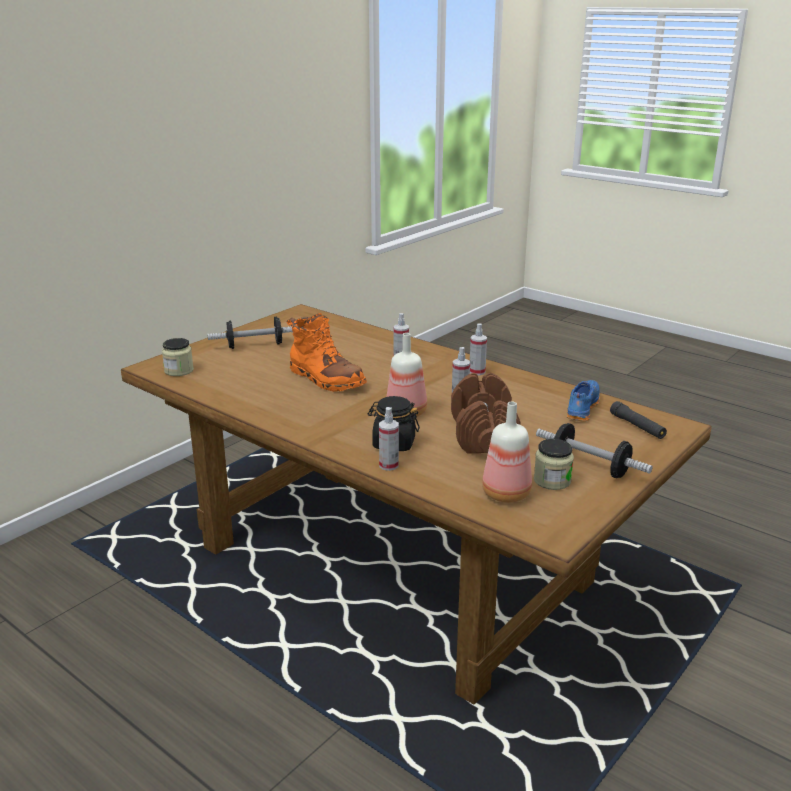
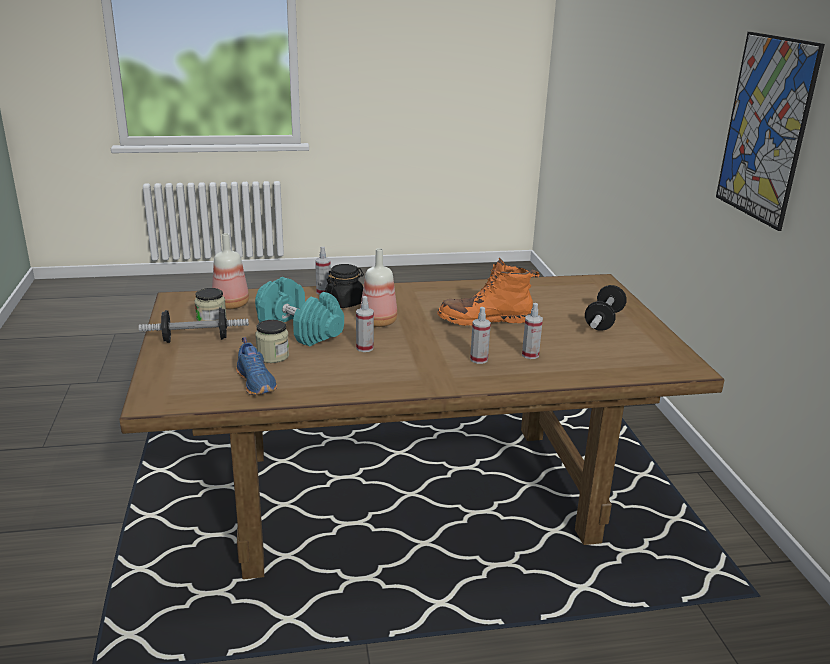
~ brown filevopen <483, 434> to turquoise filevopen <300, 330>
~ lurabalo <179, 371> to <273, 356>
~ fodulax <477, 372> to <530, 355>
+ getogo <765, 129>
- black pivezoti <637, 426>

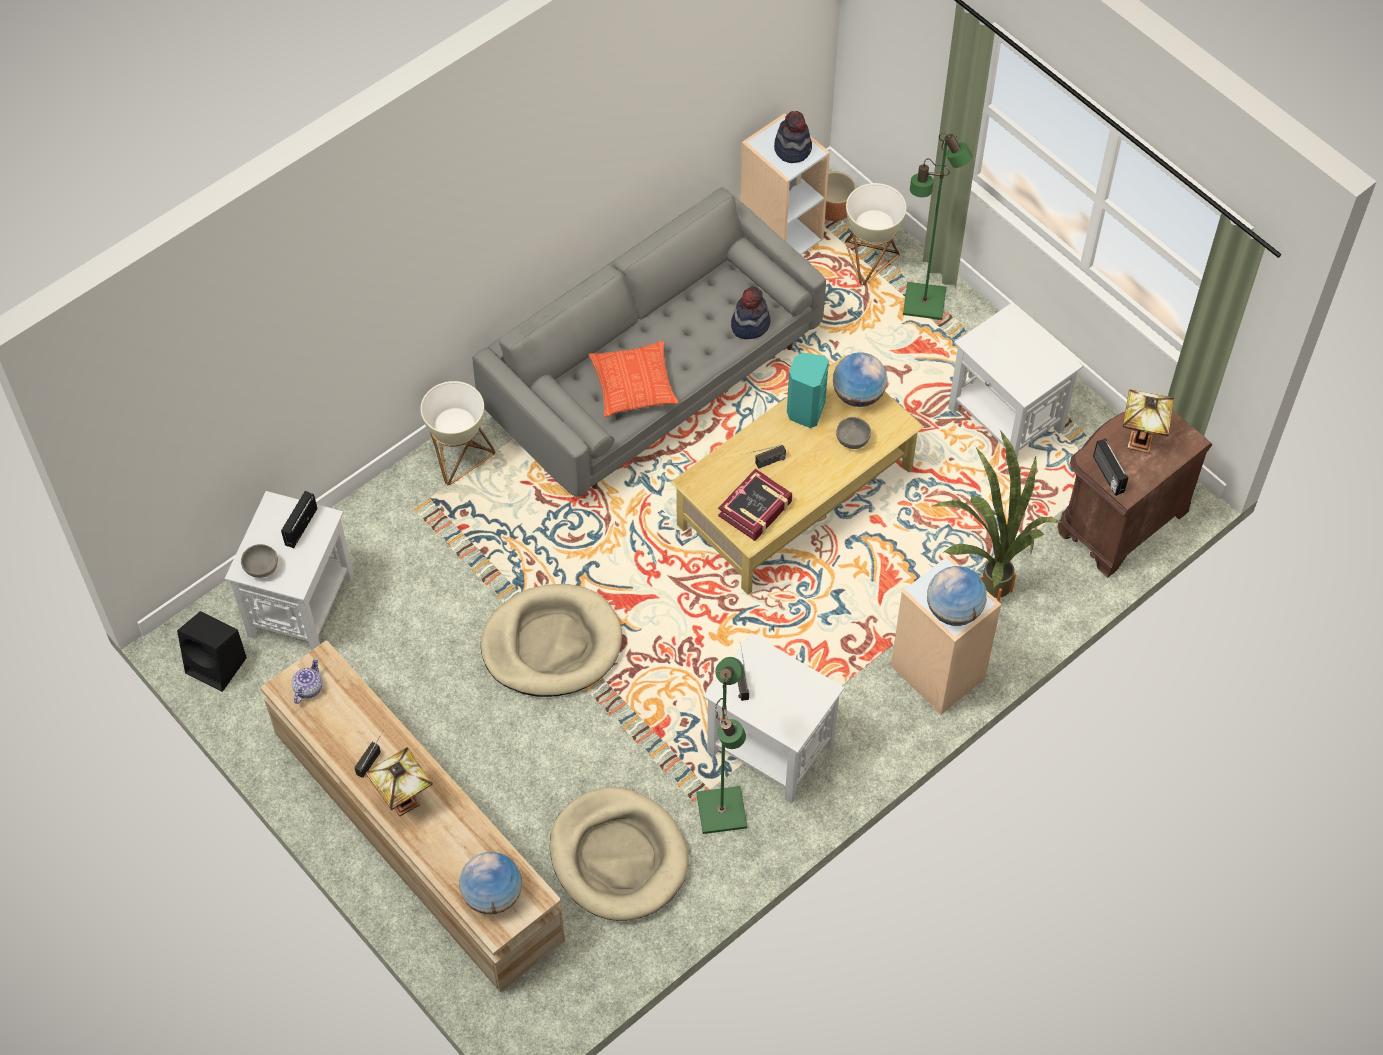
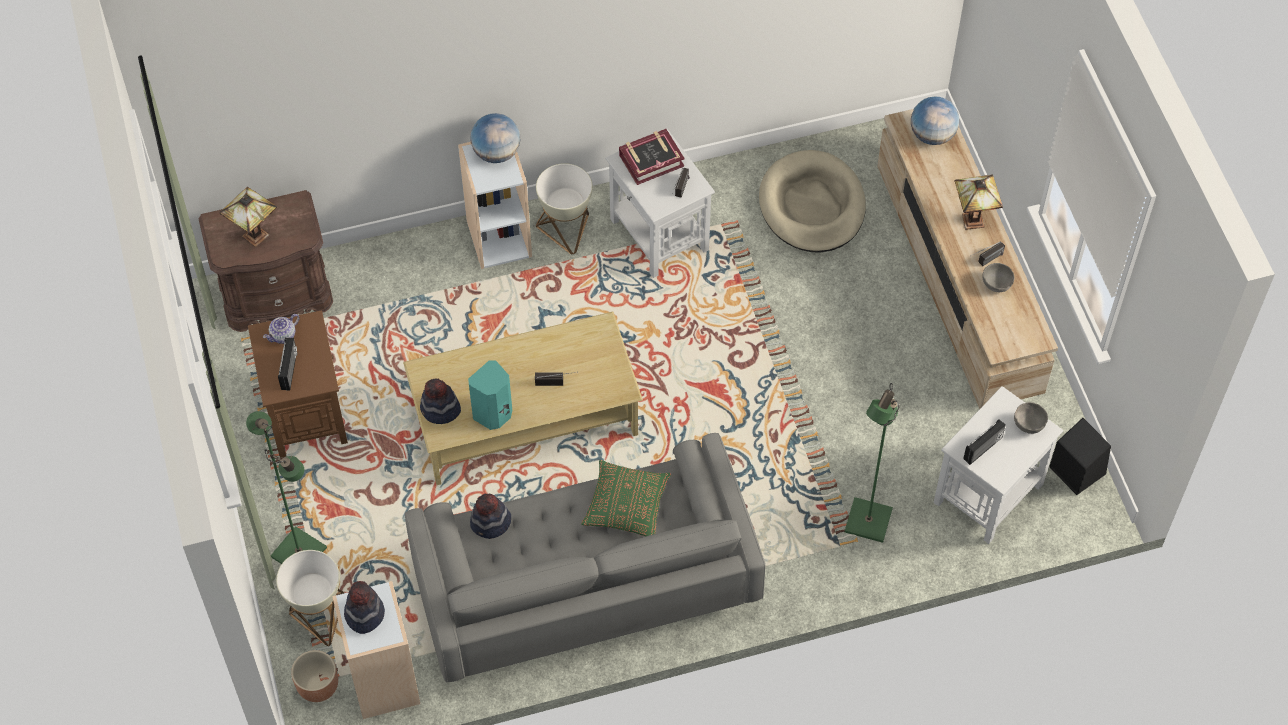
~ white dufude <1006, 420> to brown dufude <306, 412>
~ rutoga <308, 688> to <283, 335>
~ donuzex <1107, 475> to <290, 370>
~ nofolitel <858, 395> to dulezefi <440, 410>
~ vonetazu <460, 457> to <565, 233>
~ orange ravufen <634, 387> to green ravufen <627, 505>
~ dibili <755, 509> to <651, 160>
~ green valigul <721, 811> to <868, 520>
~ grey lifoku <852, 440> to <996, 285>
- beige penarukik <552, 644>
- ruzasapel <988, 584>

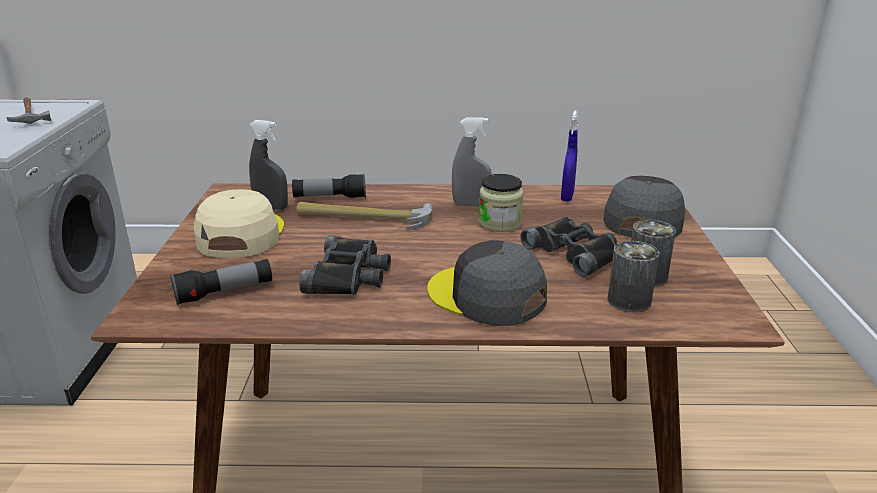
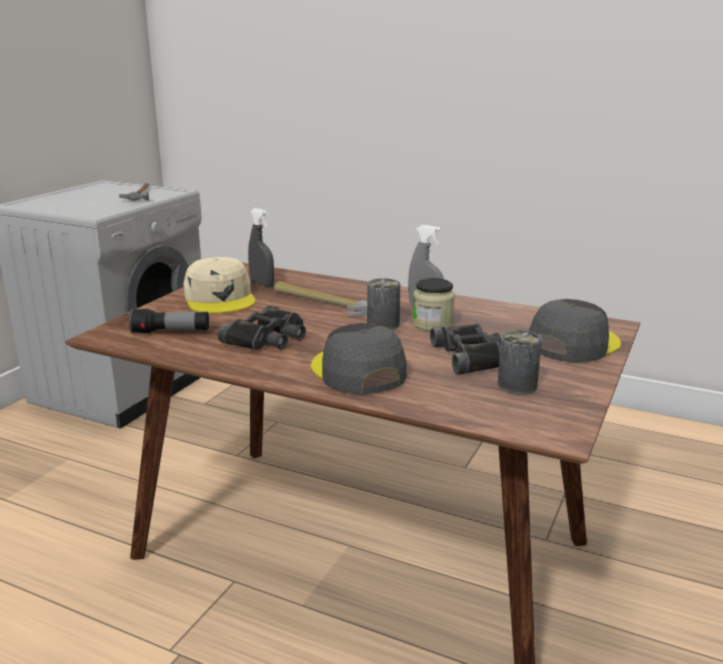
~ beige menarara <240, 235> = <220, 298> 135 degrees clockwise
~ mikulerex <629, 300> to <383, 324>
- pivezoti <330, 197>
- blue fodulax <567, 196>

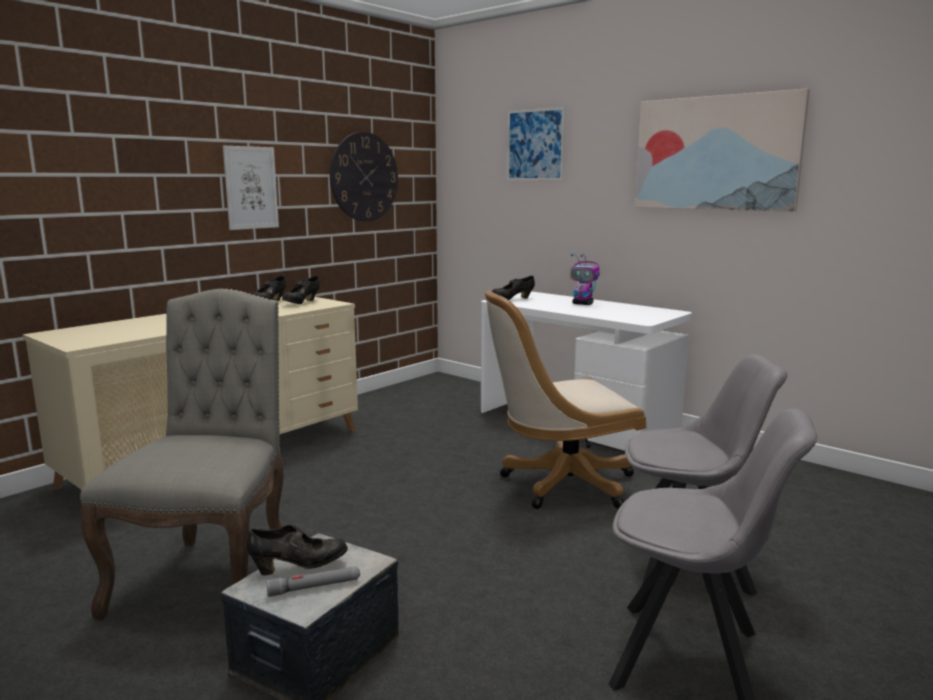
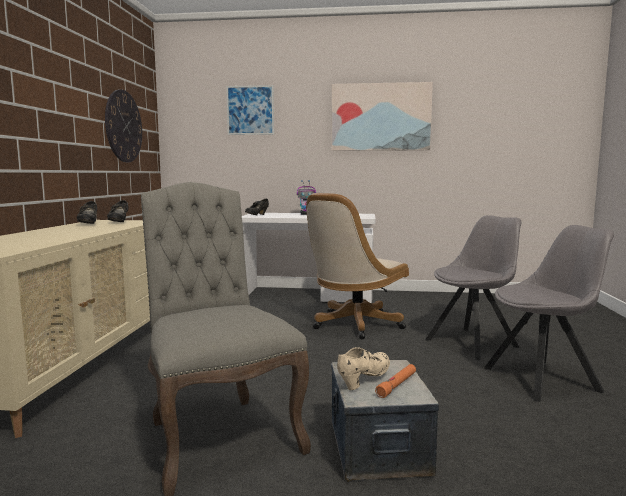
~ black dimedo <299, 567> to beige dimedo <364, 380>
~ grey pivezoti <314, 587> to orange pivezoti <397, 385>
- getogo <251, 188>

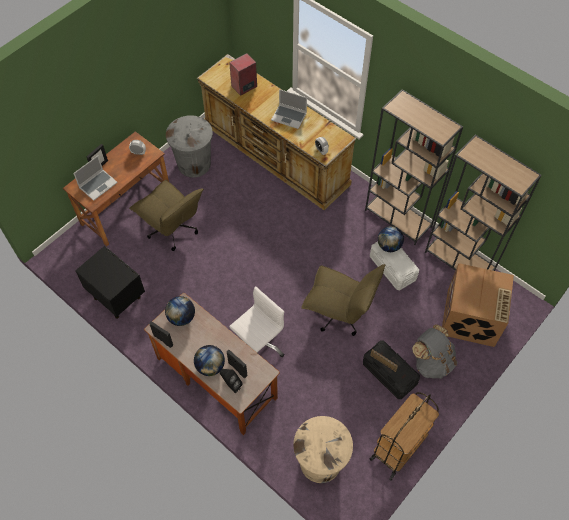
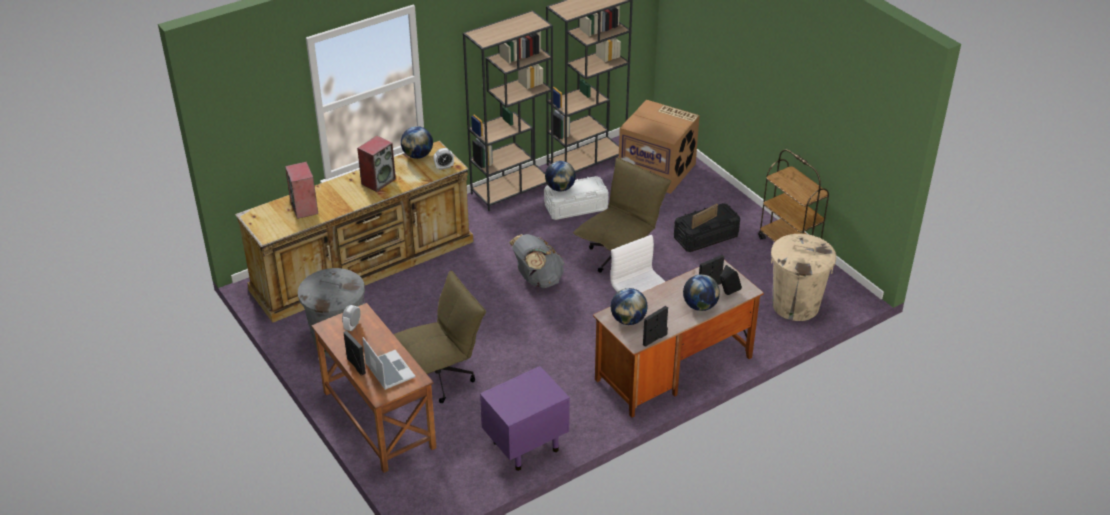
~ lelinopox <289, 117> to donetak <378, 181>
+ nofolitel <418, 155>
~ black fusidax <116, 297> to purple fusidax <525, 446>
~ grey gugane <432, 362> to <537, 279>

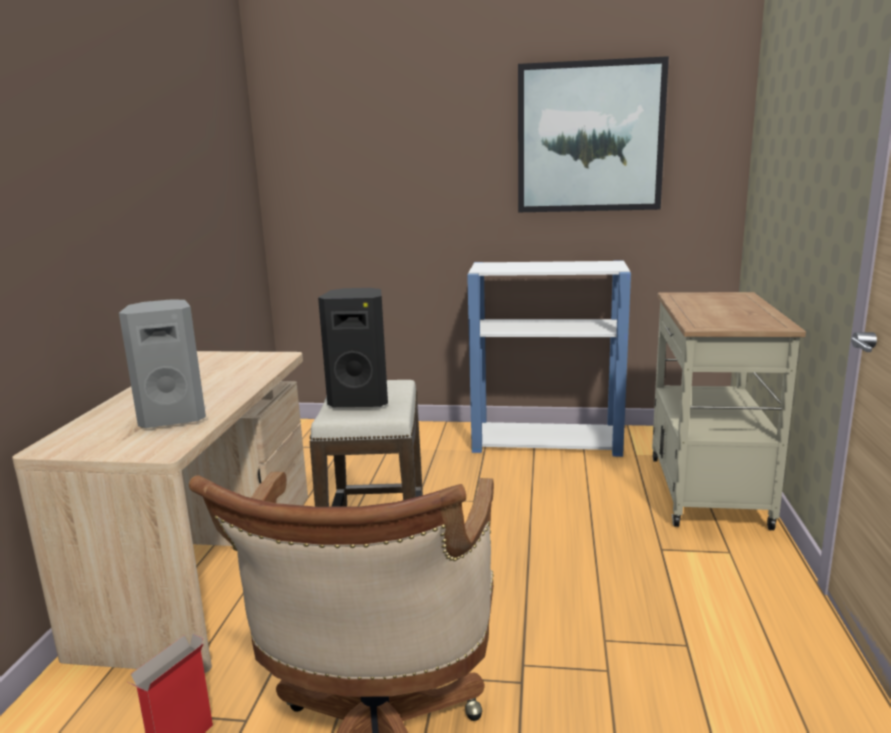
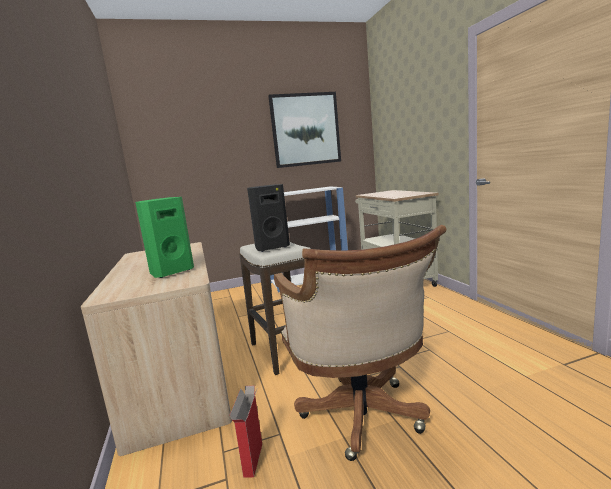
~ grey donetak <173, 418> to green donetak <171, 272>

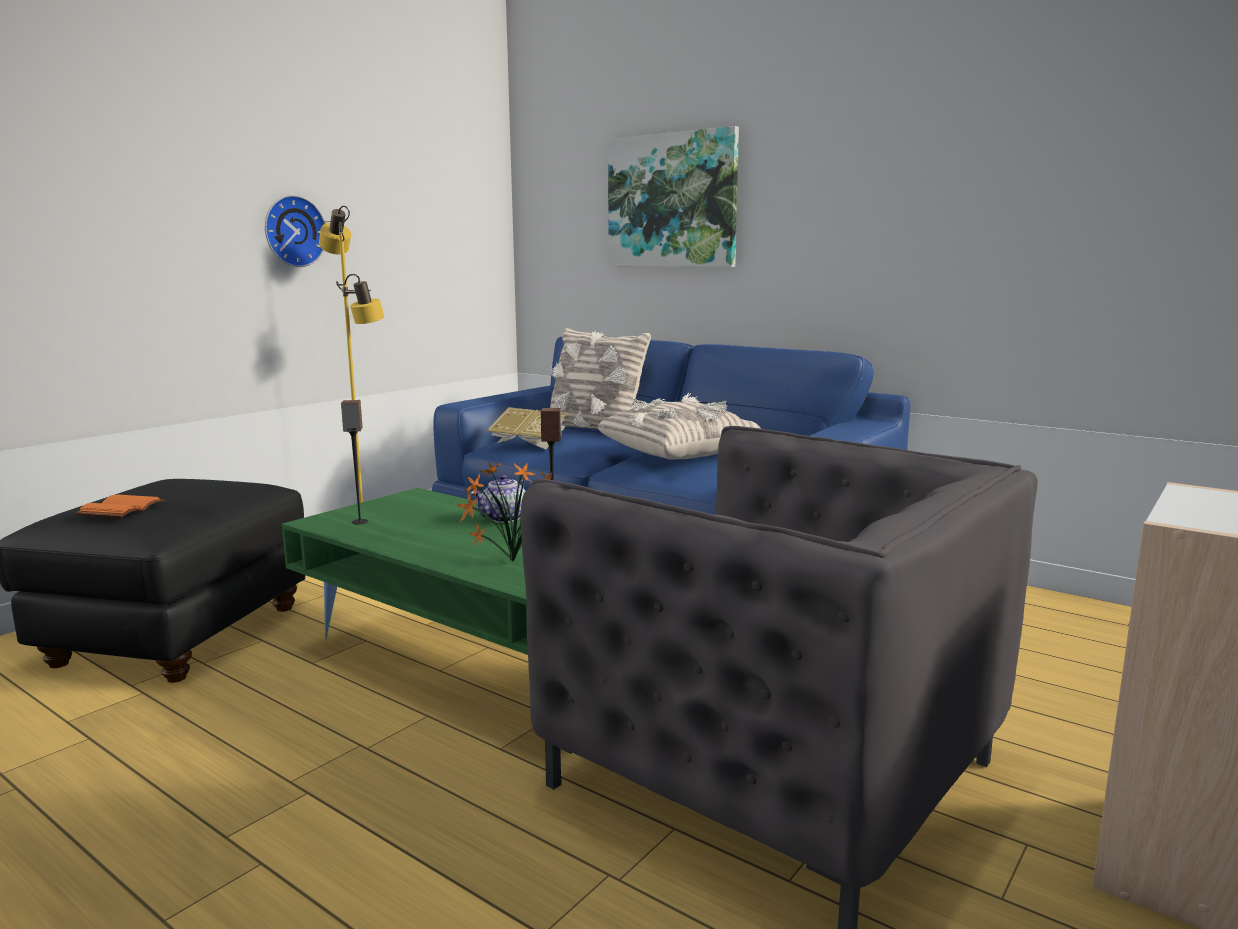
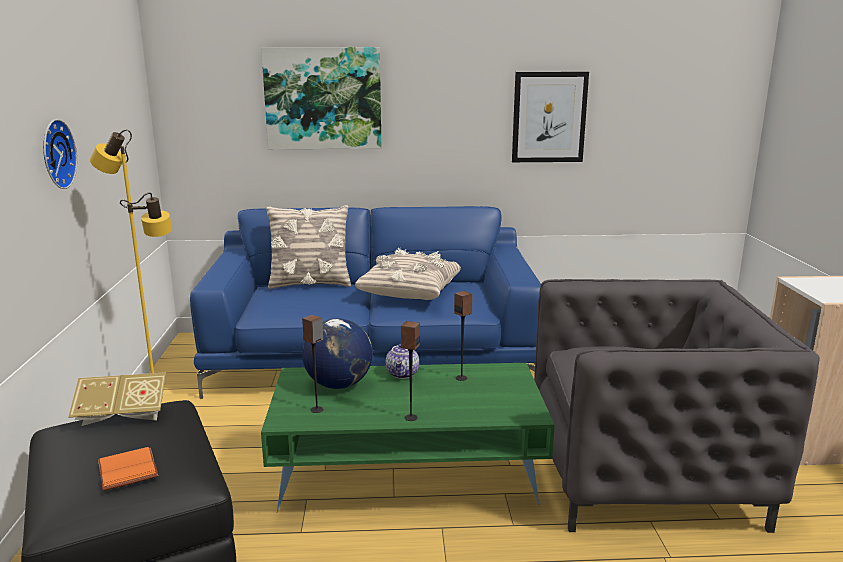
~ dibili <528, 443> to <123, 415>
+ nofolitel <339, 384>
+ donetak <410, 417>
+ getogo <549, 117>
- ruzasapel <510, 562>

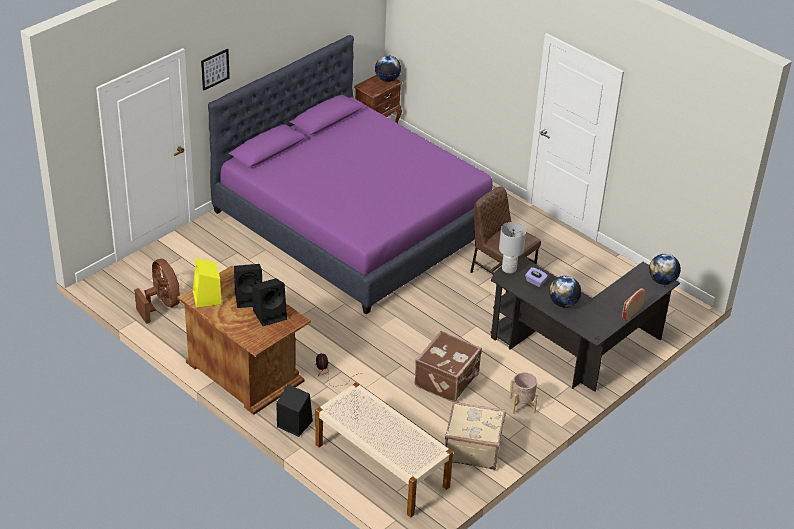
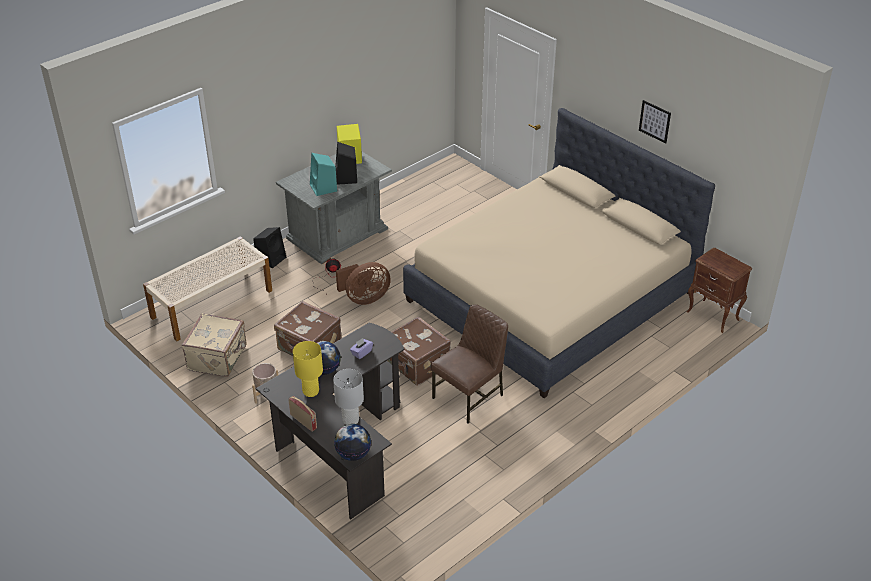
~ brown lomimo <245, 371> to grey lomimo <338, 234>
+ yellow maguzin <311, 393>
~ black donetak <270, 314> to turquoise donetak <323, 188>
~ grey maguzin <509, 270> to <350, 421>
~ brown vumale <162, 305> to <364, 298>
+ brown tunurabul <417, 365>
~ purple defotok <354, 221> to beige defotok <550, 297>
~ getogo <215, 69> to <655, 121>
- nofolitel <387, 79>

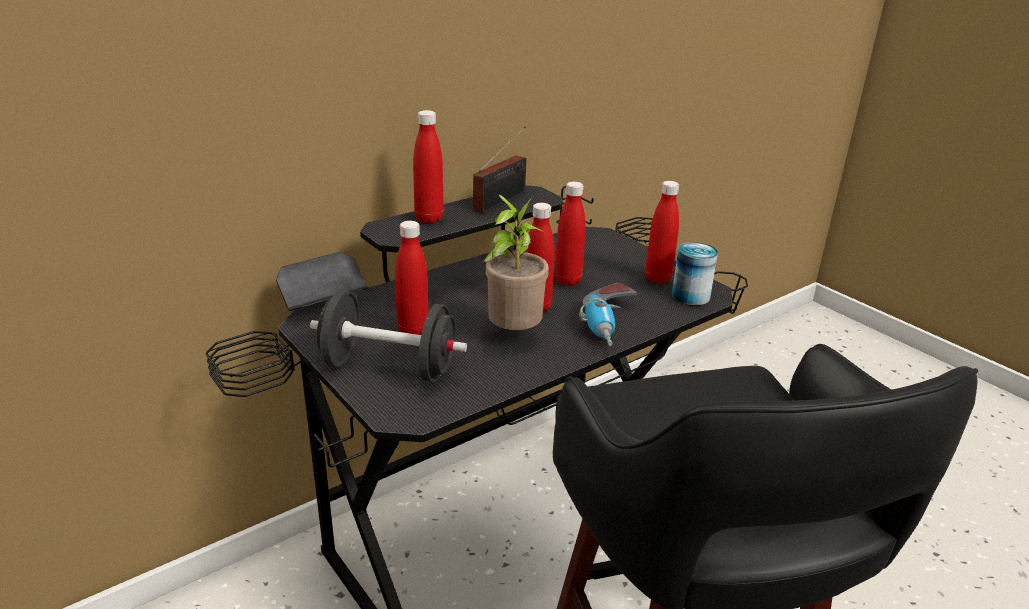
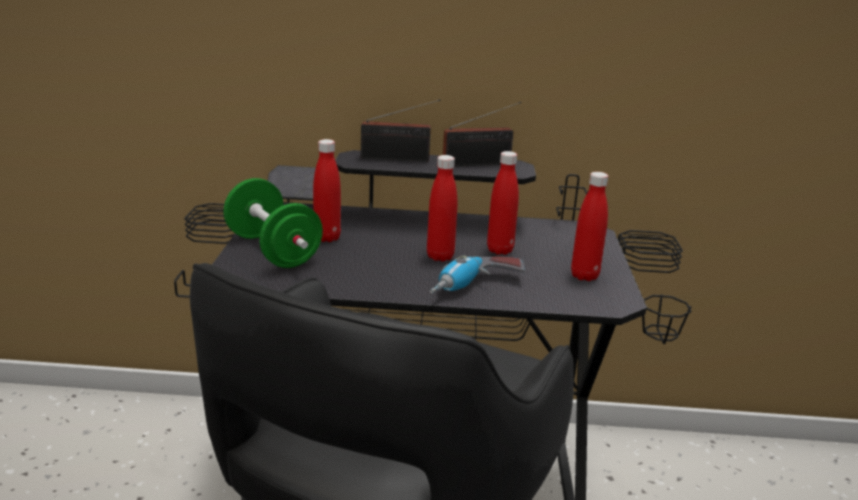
~ black filevopen <389, 367> to green filevopen <273, 250>
~ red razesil <429, 218> to donuzex <399, 159>
- ruzasapel <513, 334>
- mikulerex <690, 296>

